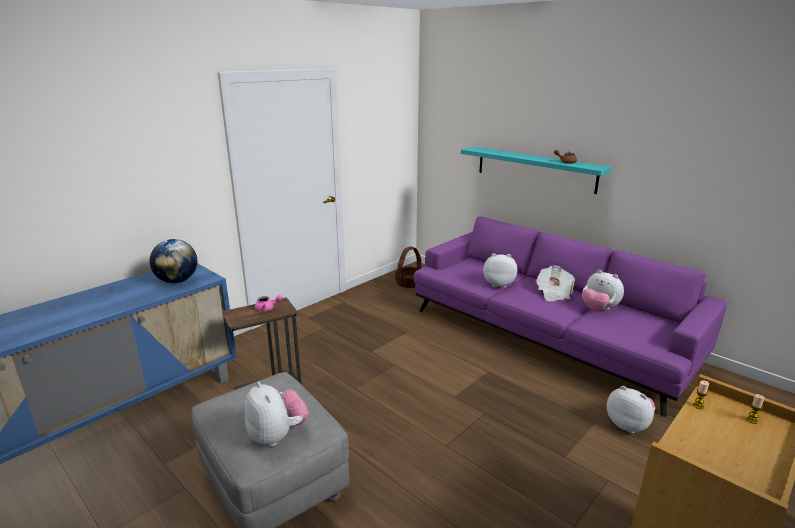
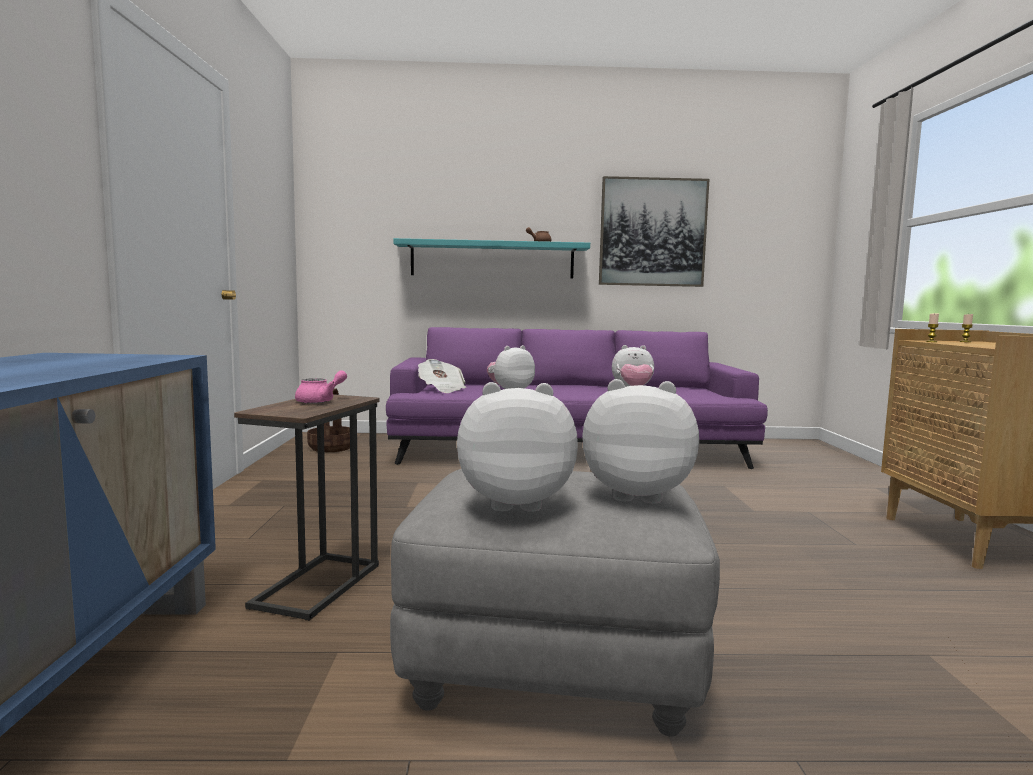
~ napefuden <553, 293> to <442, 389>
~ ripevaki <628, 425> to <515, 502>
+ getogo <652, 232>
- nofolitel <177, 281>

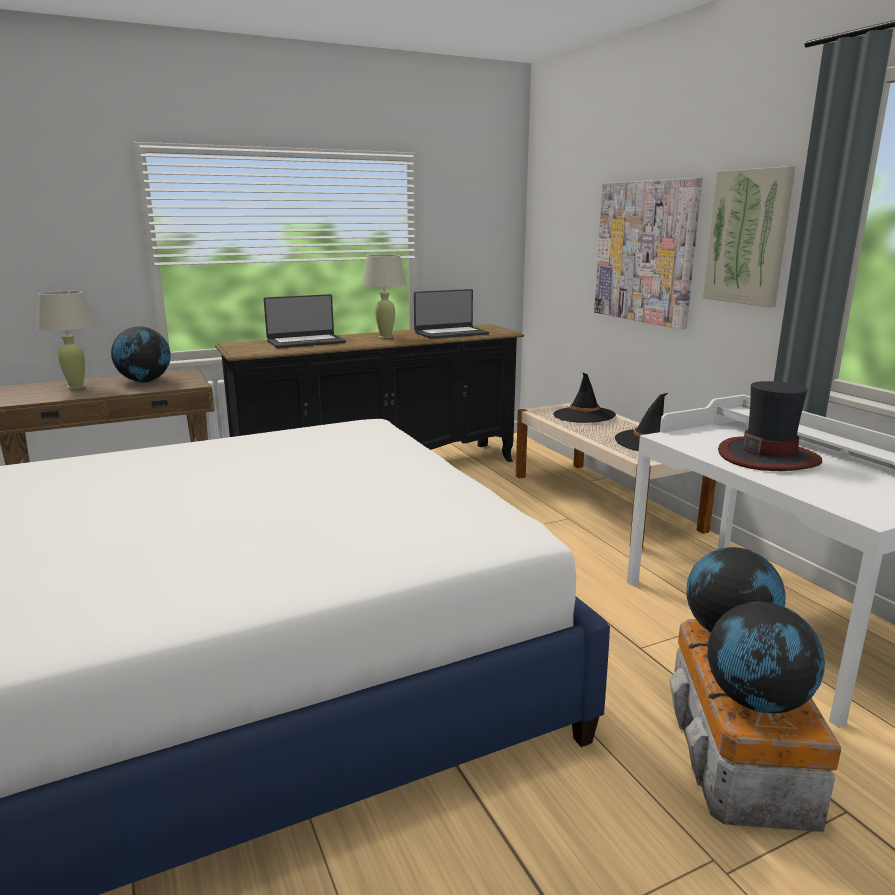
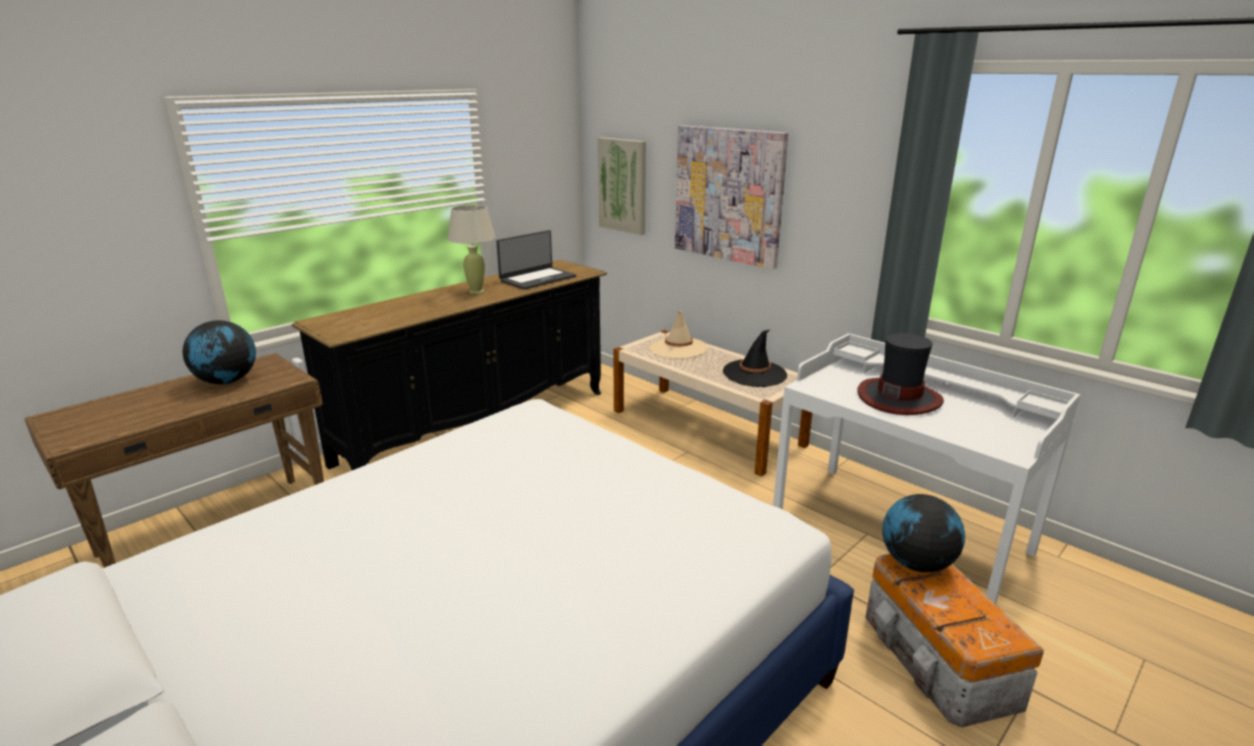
~ getogo <748, 237> to <623, 185>
~ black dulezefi <584, 415> to beige dulezefi <678, 348>
- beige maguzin <76, 387>
- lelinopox <305, 342>
- nofolitel <757, 701>

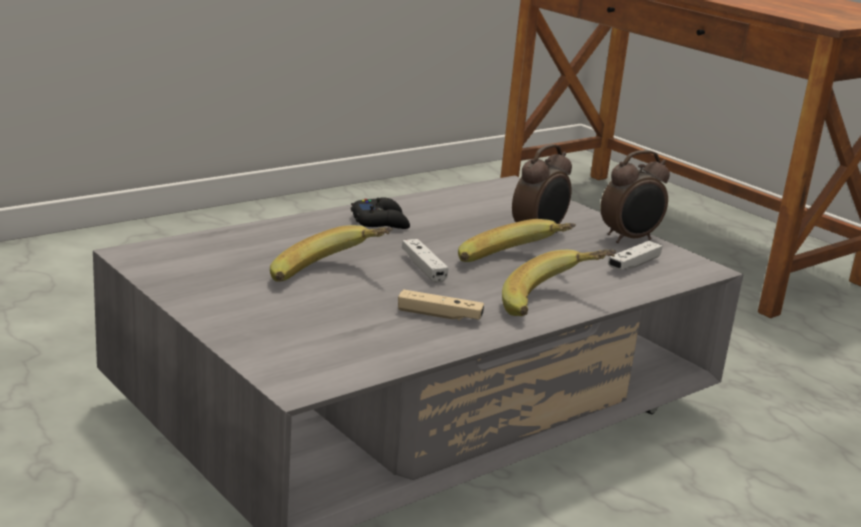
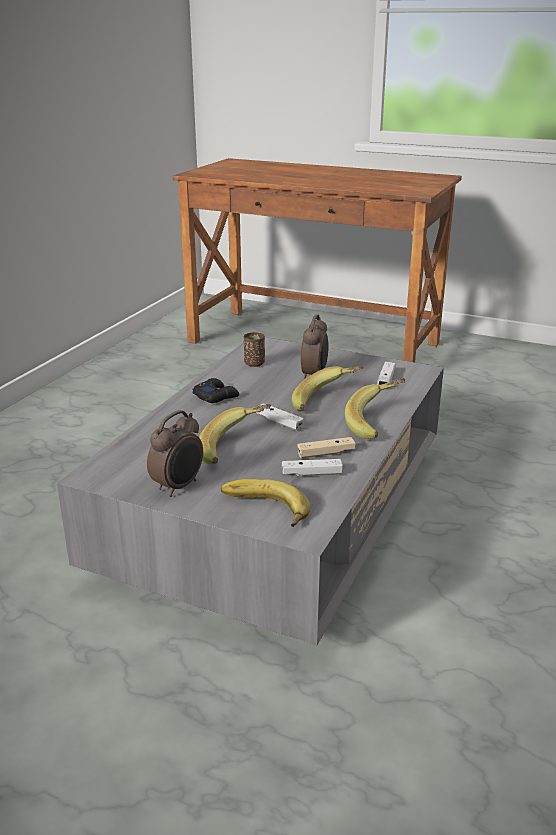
~ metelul <630, 239> to <179, 486>
+ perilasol <263, 509>
+ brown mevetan <254, 363>
+ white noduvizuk <311, 474>

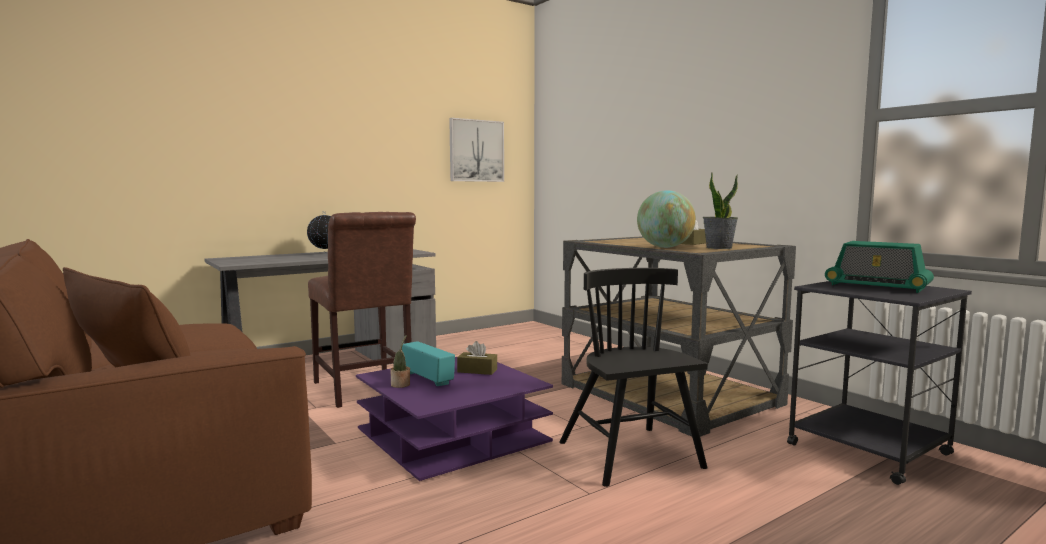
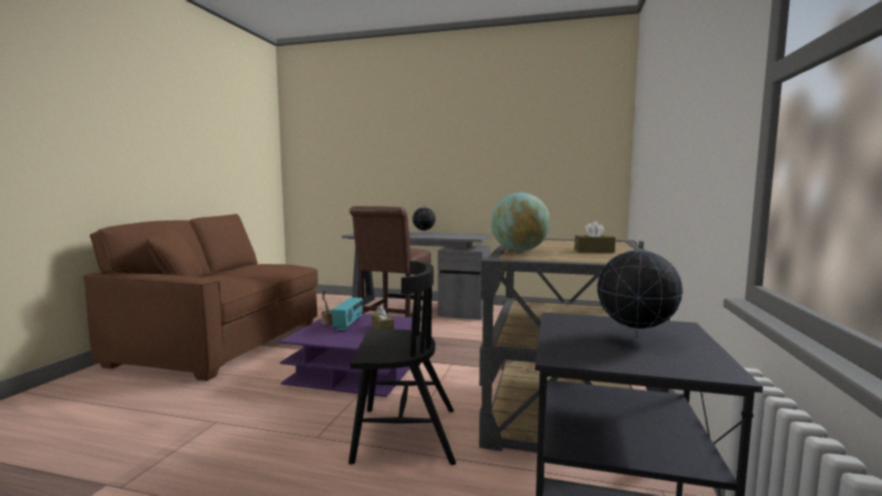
~ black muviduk <634, 457> = <399, 434> 60 degrees clockwise
~ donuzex <877, 286> to nofolitel <635, 337>
- getogo <476, 151>
- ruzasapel <718, 248>

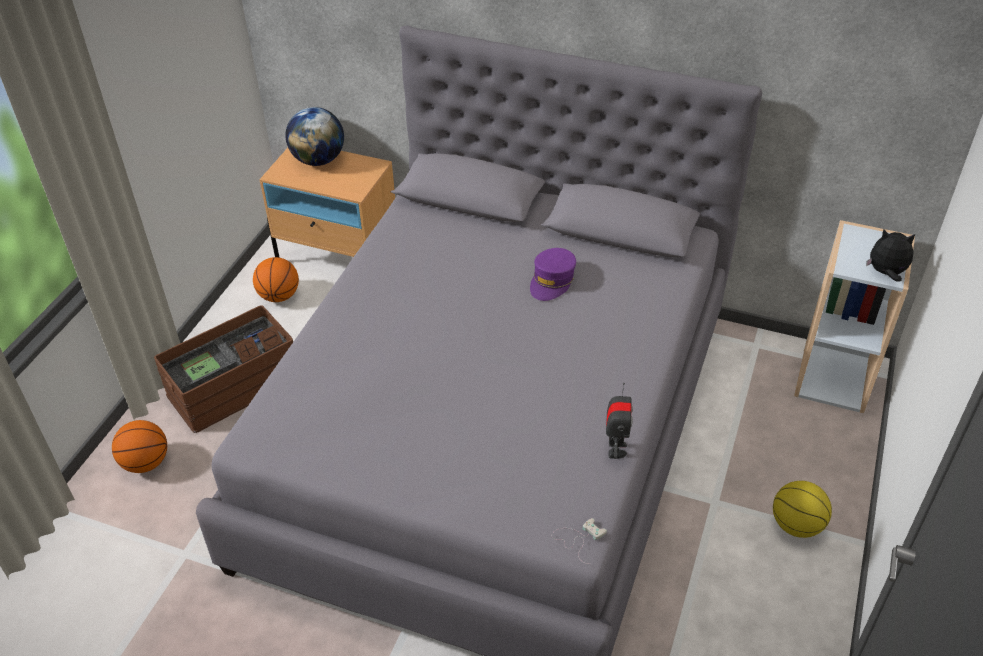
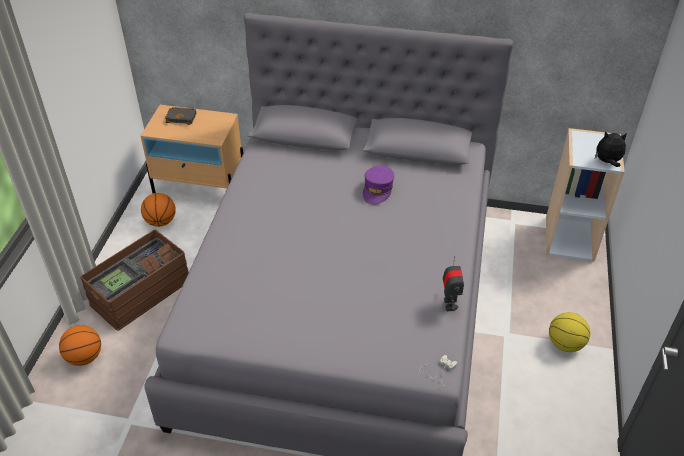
~ nofolitel <318, 160> to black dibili <182, 117>

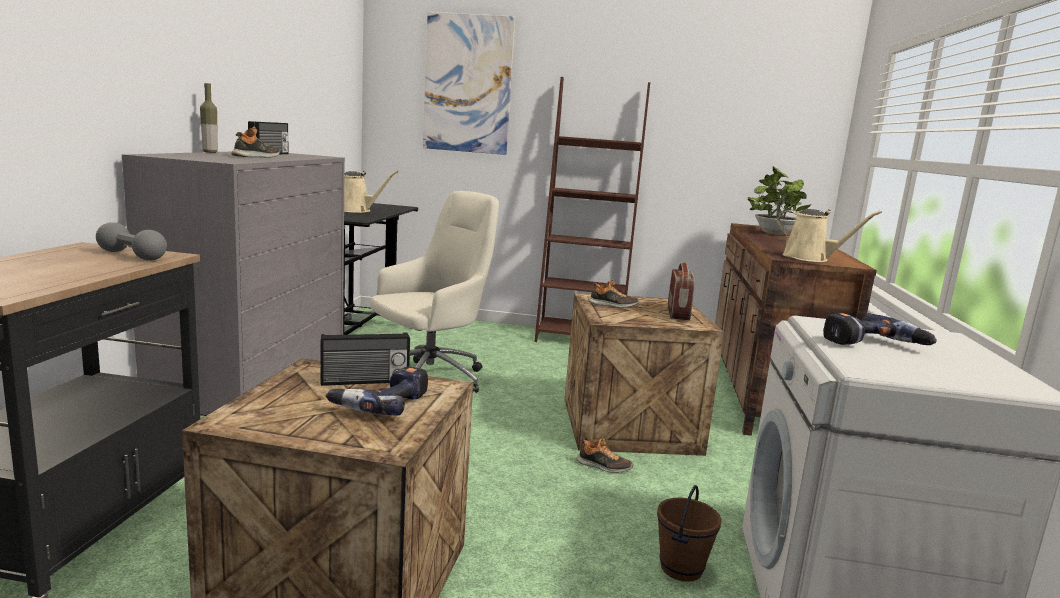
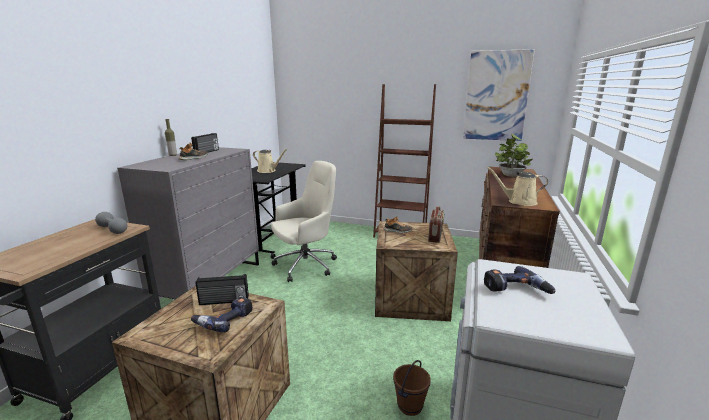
~ getogo <468, 84> to <496, 96>
~ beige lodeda <810, 258> = <519, 202> 150 degrees clockwise
- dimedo <603, 466>

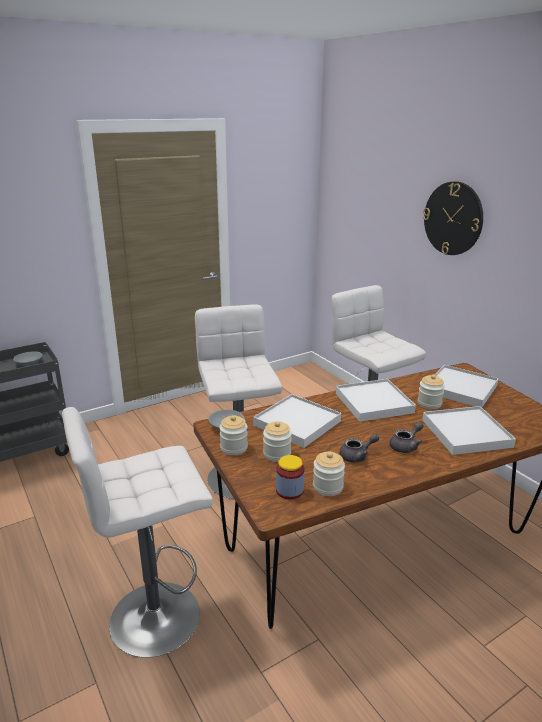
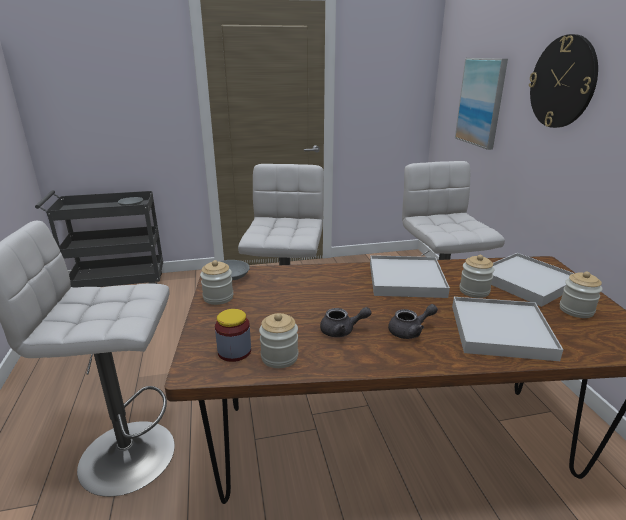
+ getogo <481, 102>
~ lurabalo <277, 454> to <576, 310>
- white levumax <297, 423>

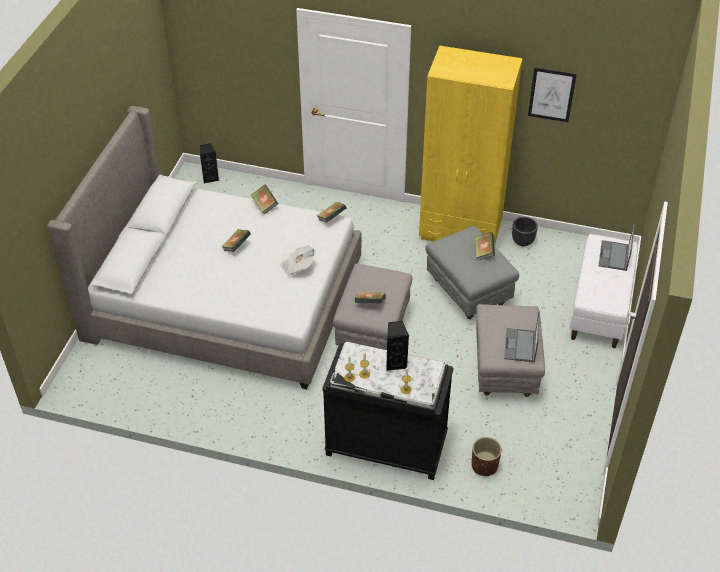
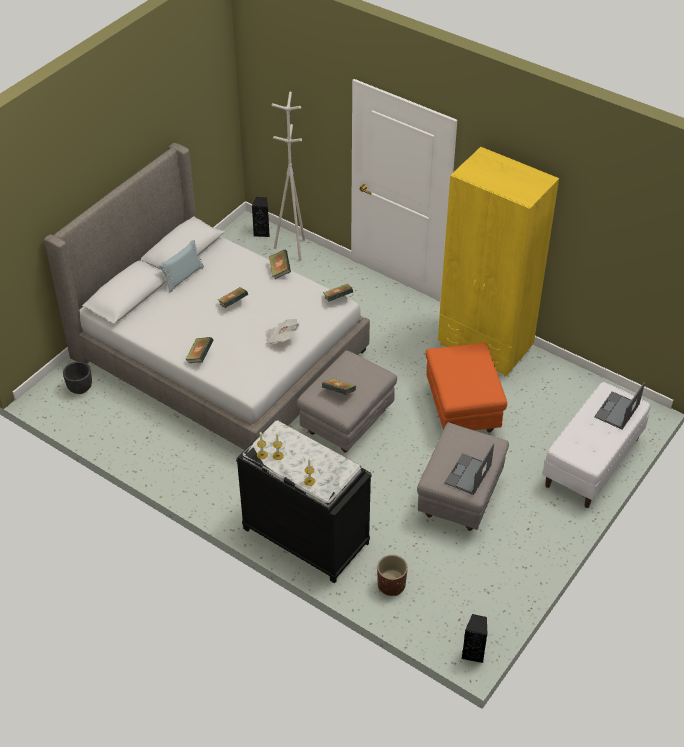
~ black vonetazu <523, 241> to <80, 388>
+ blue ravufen <183, 277>
~ dibili <483, 252> to <200, 356>
+ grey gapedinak <293, 249>
~ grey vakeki <469, 292> to orange vakeki <463, 410>
~ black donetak <395, 362> to <474, 653>
- getogo <551, 94>

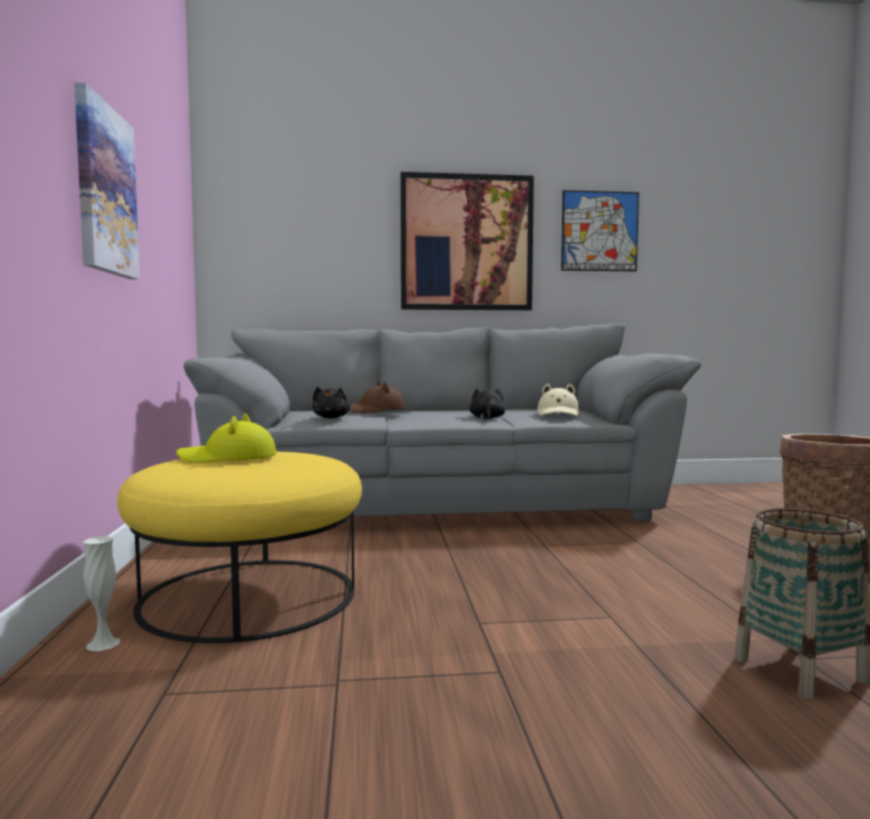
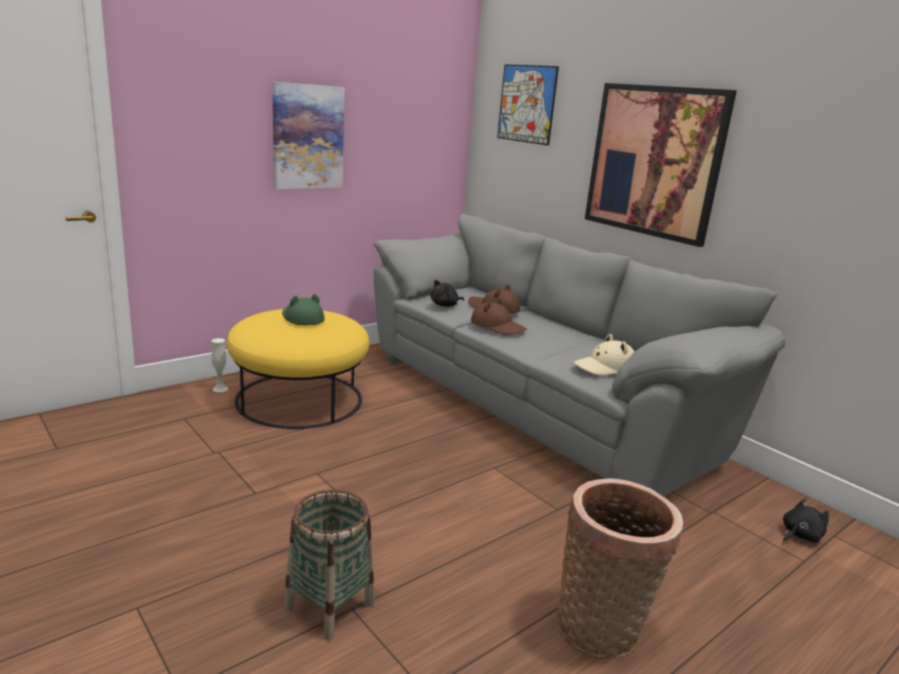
~ yellow dulezefi <228, 458> to green dulezefi <302, 318>
+ brown dulezefi <497, 326>
~ getogo <599, 231> to <527, 104>
~ black ripevaki <487, 418> to <799, 535>

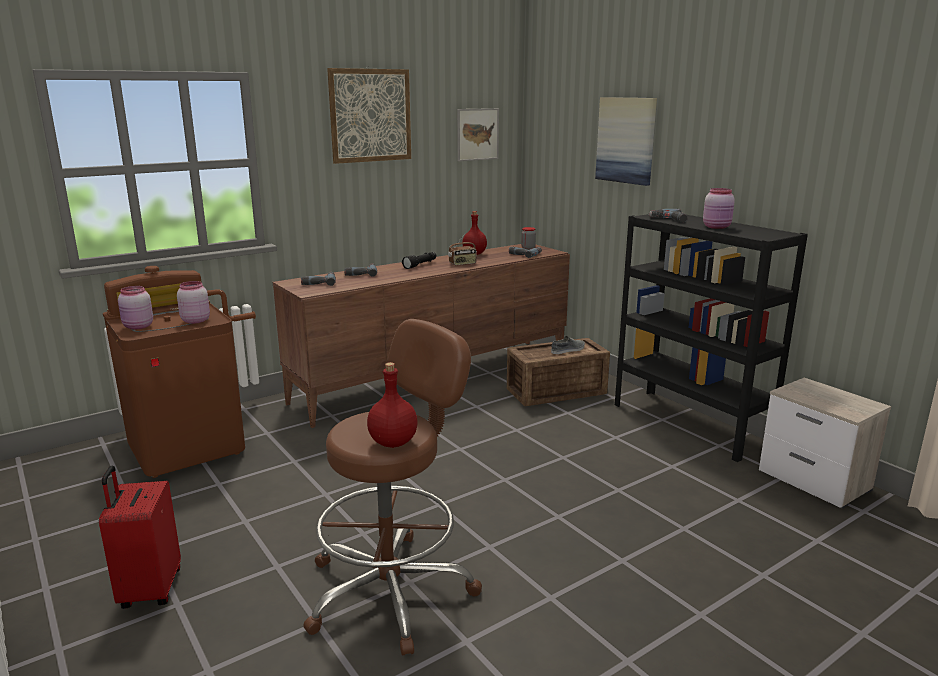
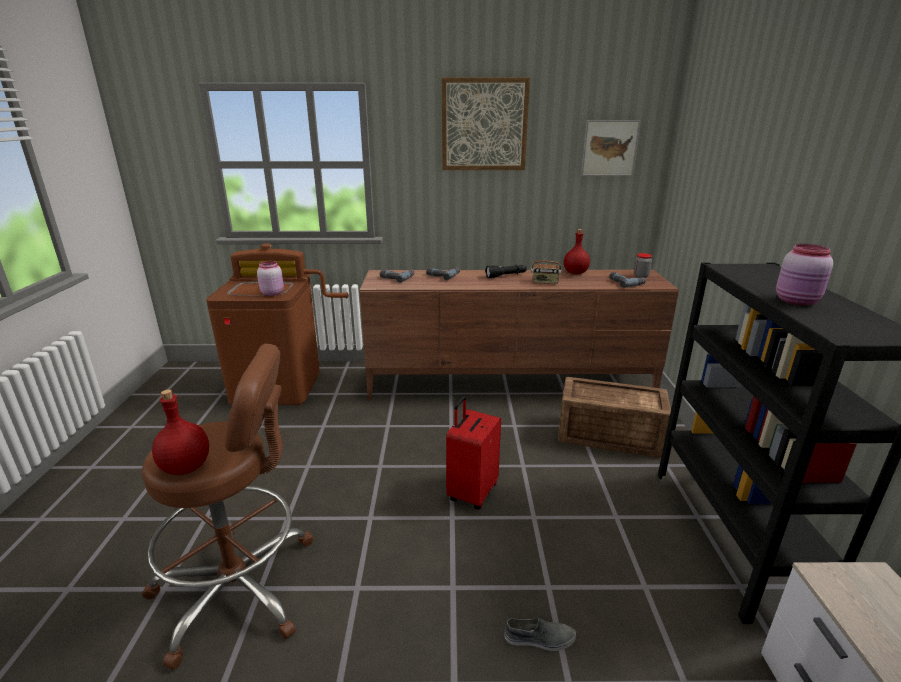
~ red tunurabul <149, 590> to <471, 492>
~ grey dimedo <568, 350> to <539, 638>
- pink lurabalo <138, 326>
- getogo <626, 140>
- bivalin <669, 220>

